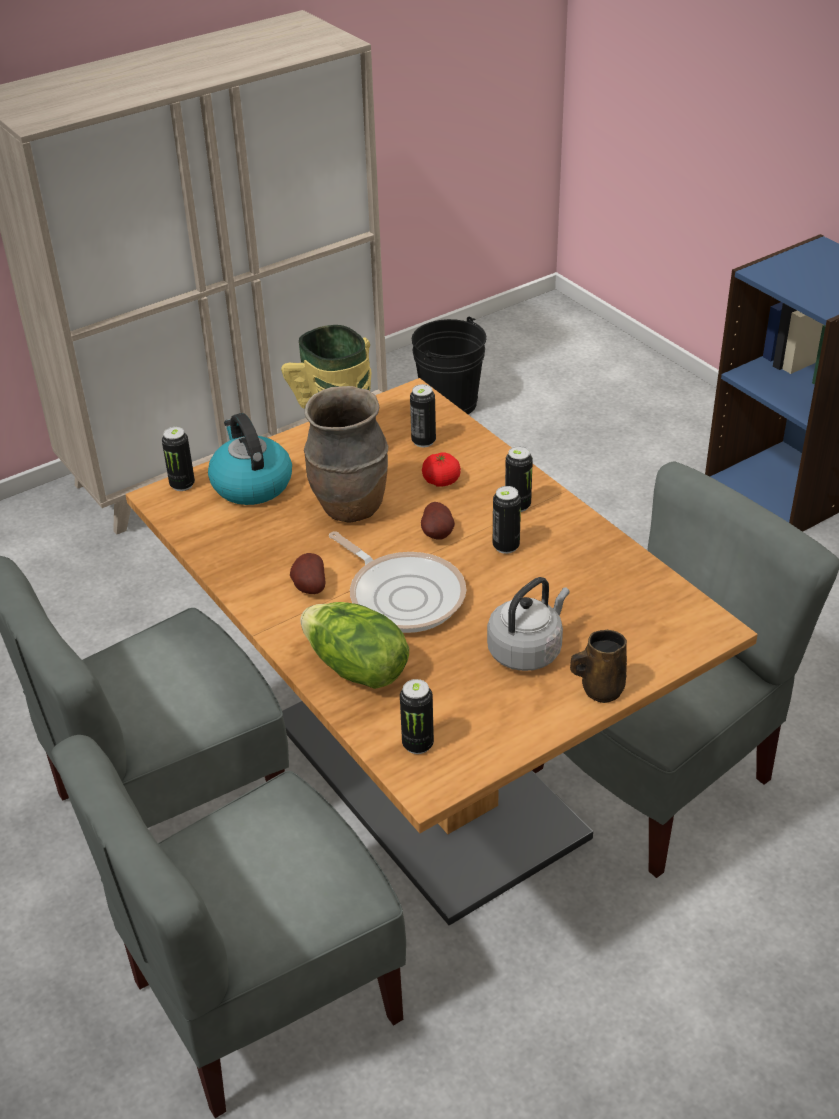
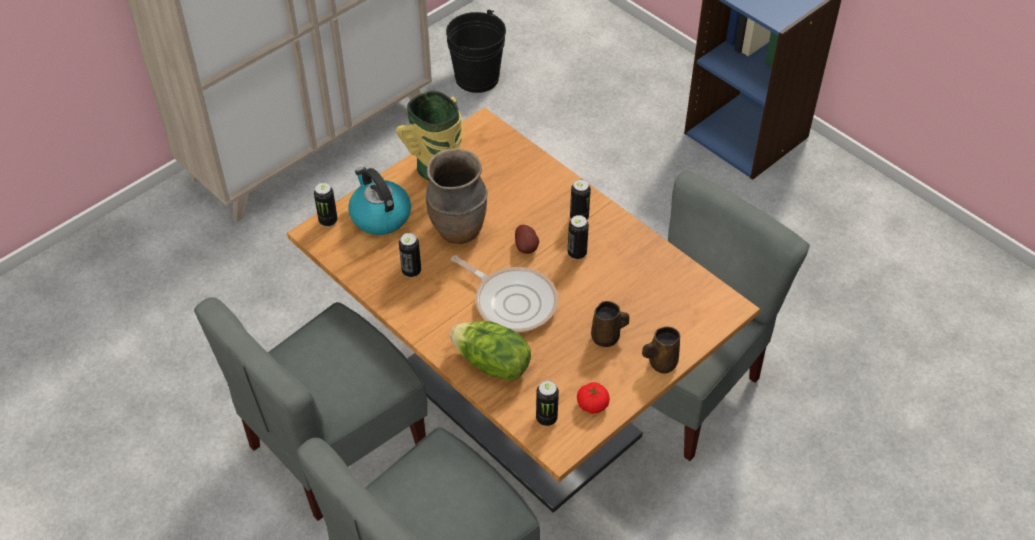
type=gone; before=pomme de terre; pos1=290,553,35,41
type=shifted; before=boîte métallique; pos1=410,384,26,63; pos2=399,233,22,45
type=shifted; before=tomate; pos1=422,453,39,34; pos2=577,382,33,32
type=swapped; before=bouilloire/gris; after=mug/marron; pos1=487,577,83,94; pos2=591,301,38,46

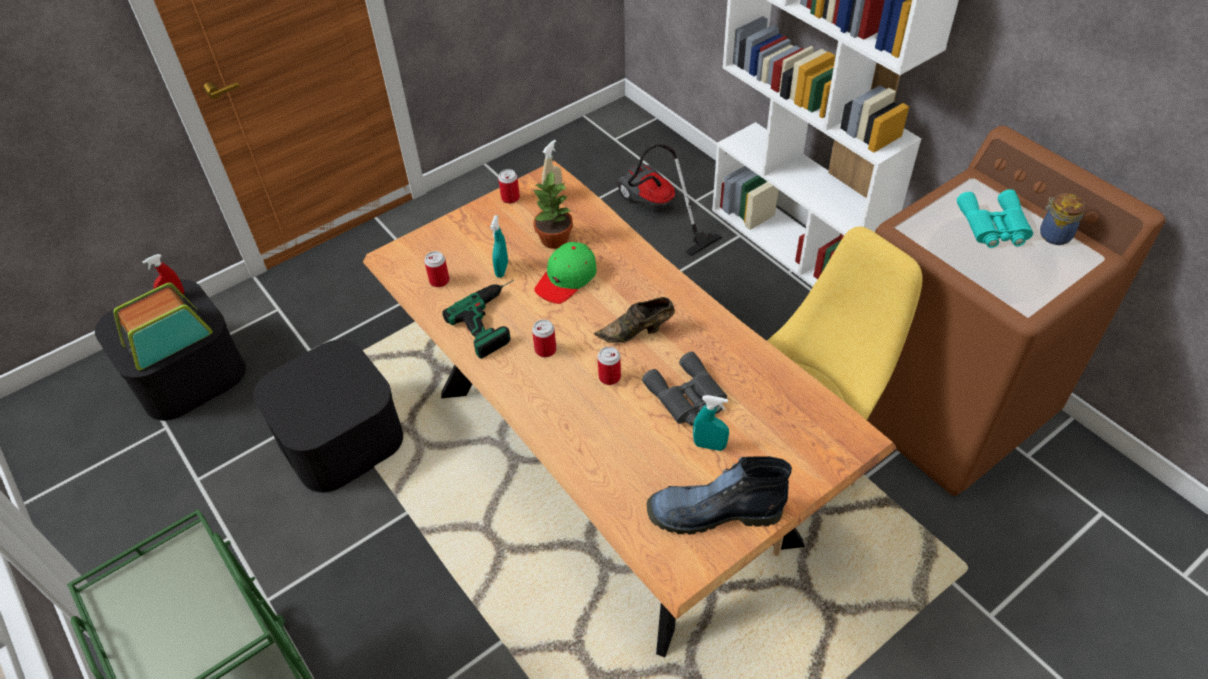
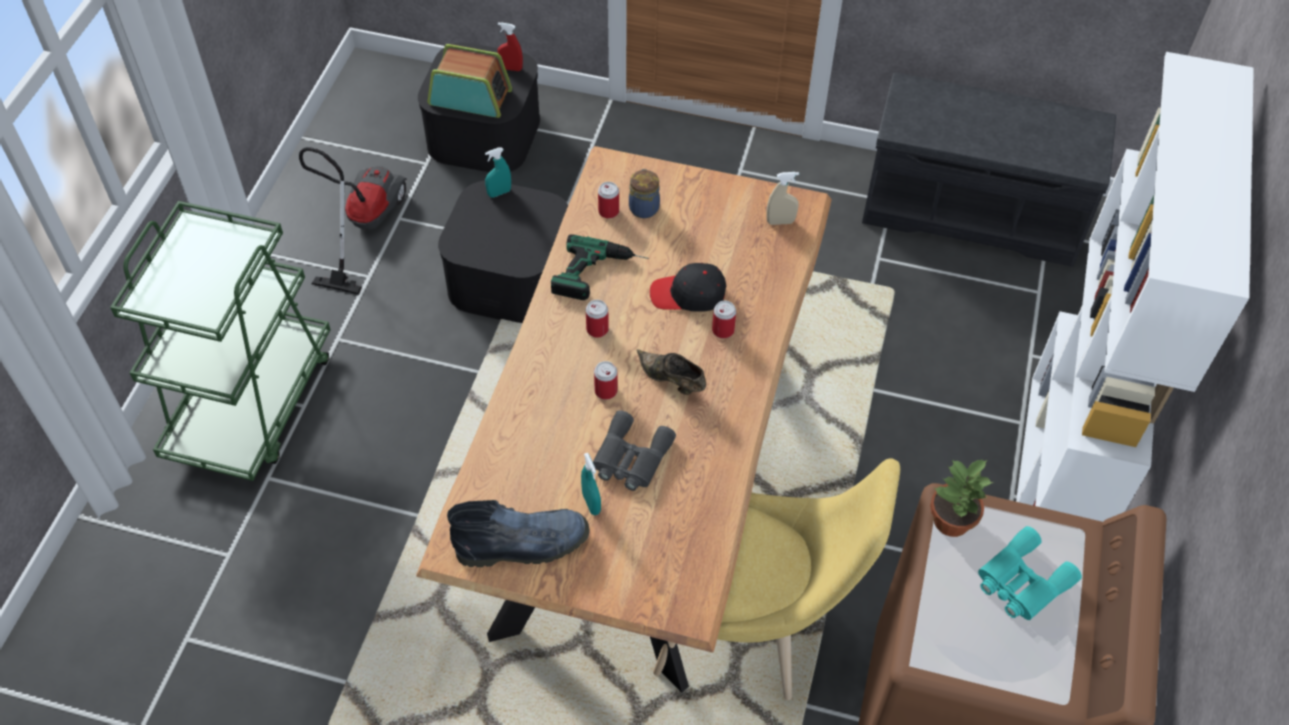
type=shifted; before=vaporisateur/turquoise; pos1=490,215,18,63; pos2=485,147,26,50
type=shifted; before=boîte métallique; pos1=498,169,22,35; pos2=712,301,24,37
type=shifted; before=plante en pot; pos1=532,171,41,78; pos2=930,460,64,77
type=repainted; before=casquette/vert; after=casquette/noir; pos1=534,242,63,62; pos2=650,263,76,49
type=shifted; before=aspirateur; pos1=616,143,106,114; pos2=299,147,108,148
type=rotated; before=botte; pos1=647,456,145,79; pos2=447,500,143,67; turn=120
type=shifted; before=bocal; pos1=1040,193,46,52; pos2=629,169,31,49
type=new; after=banc/gris; pos2=862,72,254,195

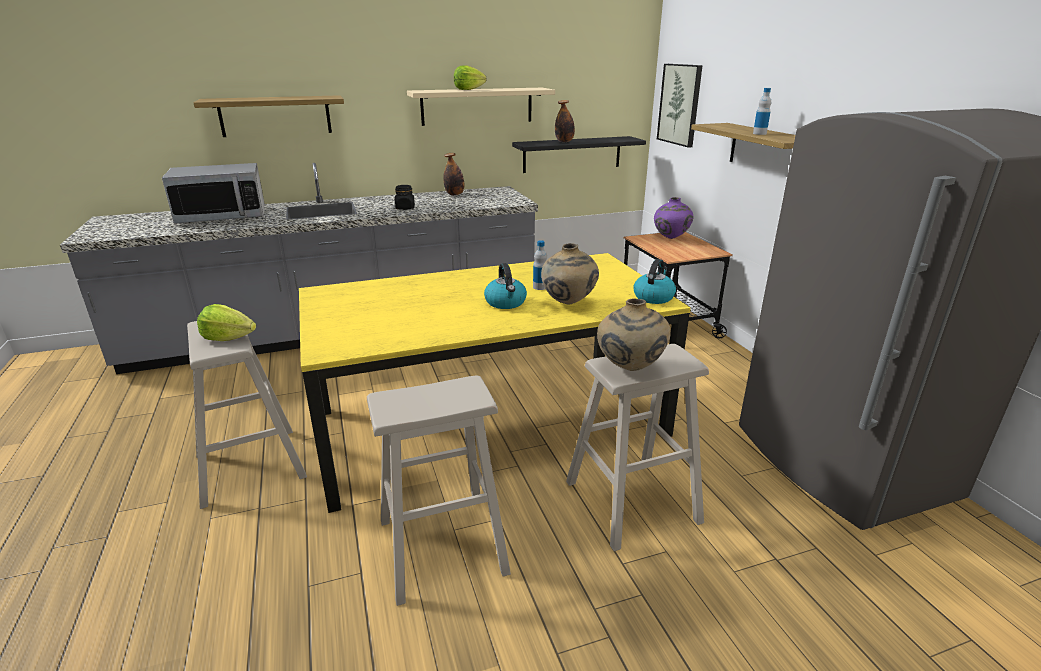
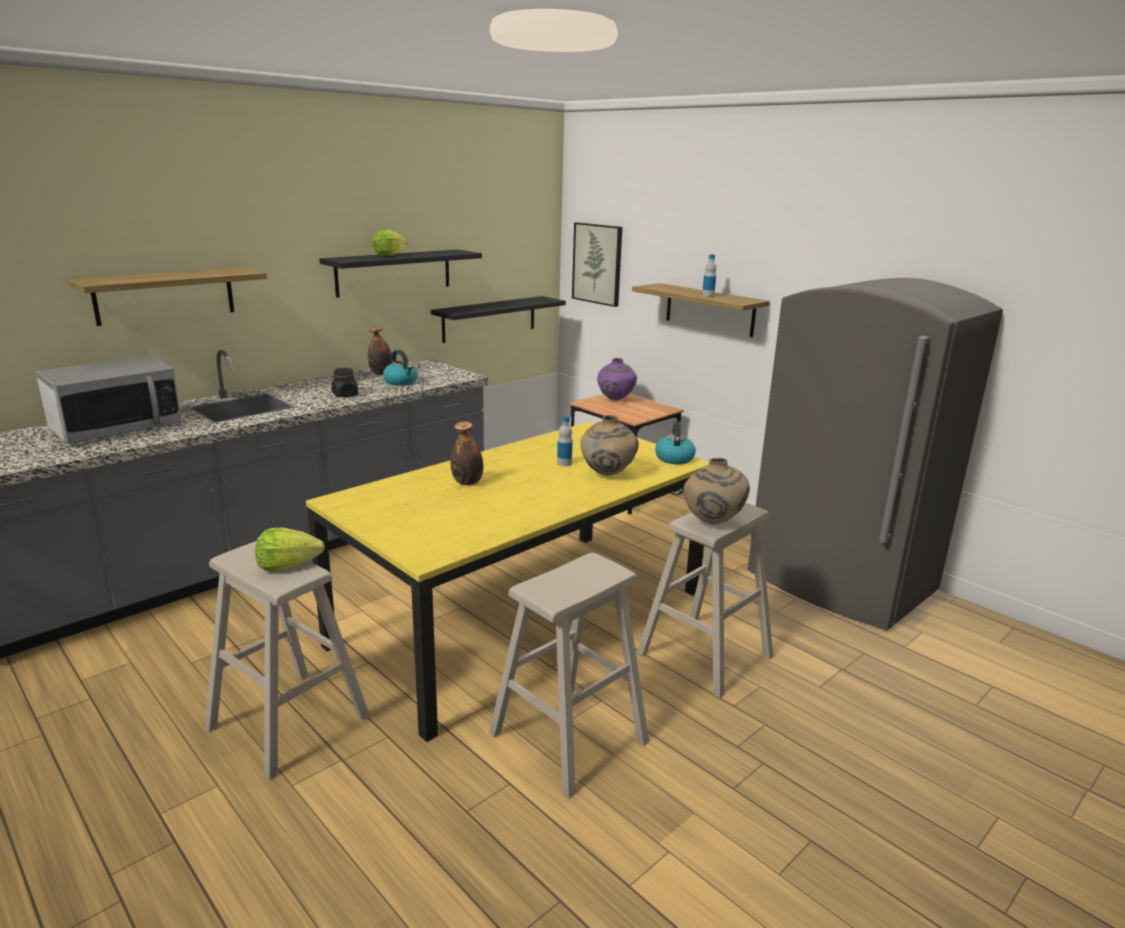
type=repainted; before=étagère/beige; after=étagère/noir; pos1=407,88,148,38; pos2=319,249,163,49
type=shifted; before=bouilloire; pos1=484,263,43,46; pos2=383,350,35,36
type=shifted; before=bouteille; pos1=555,100,20,42; pos2=451,421,32,64

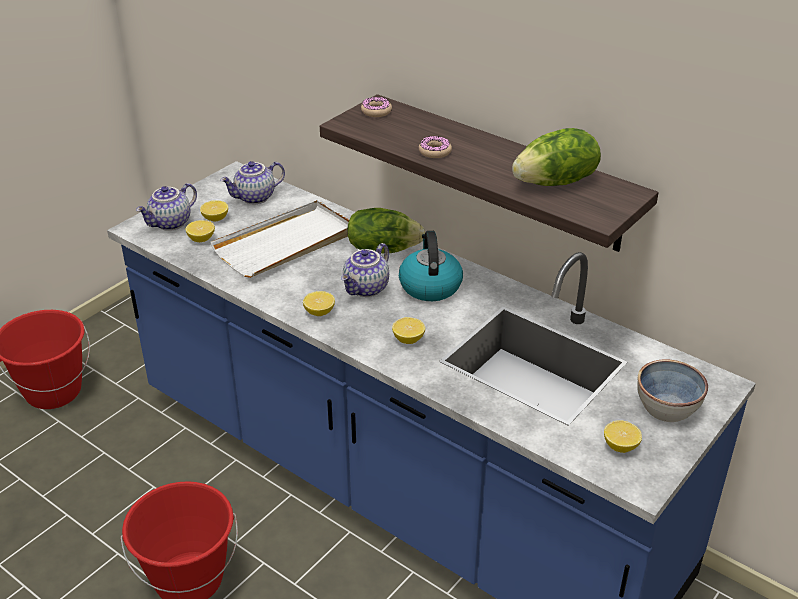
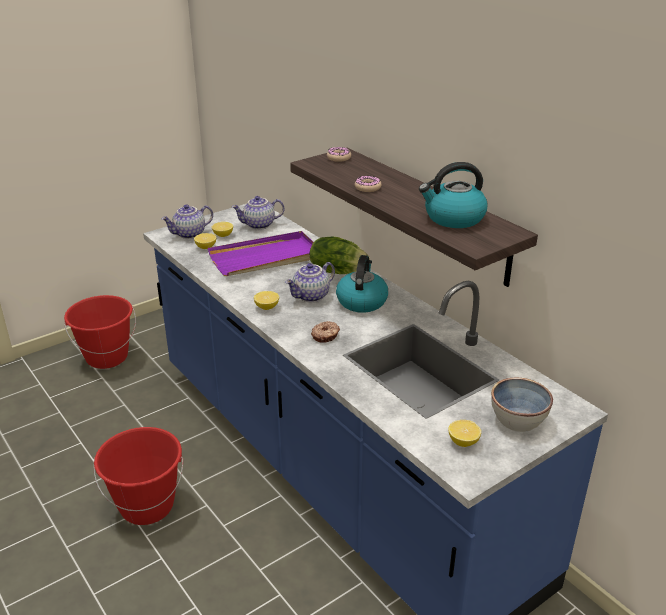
type=repainted; before=plateau/blanc; after=plateau/violet; pos1=210,200,139,78; pos2=208,231,105,45
type=swapped; before=citron; after=beignet; pos1=392,317,33,27; pos2=311,321,29,21
type=swapped; before=laitue; after=bouilloire; pos1=512,128,89,58; pos2=419,162,69,66

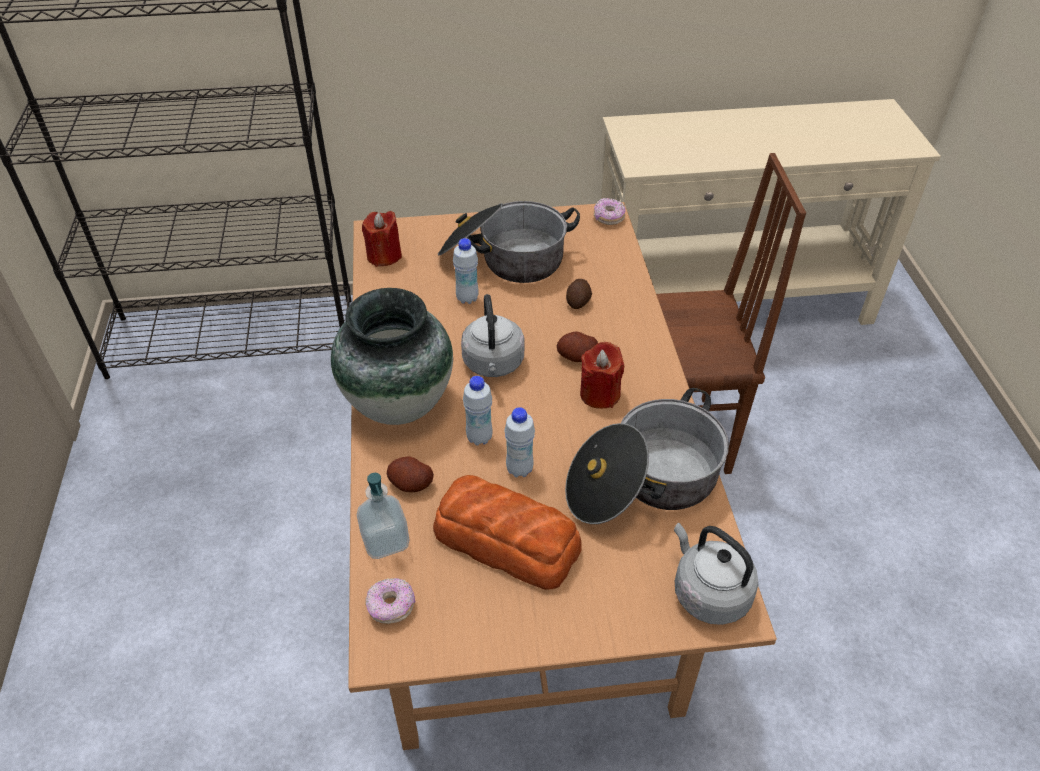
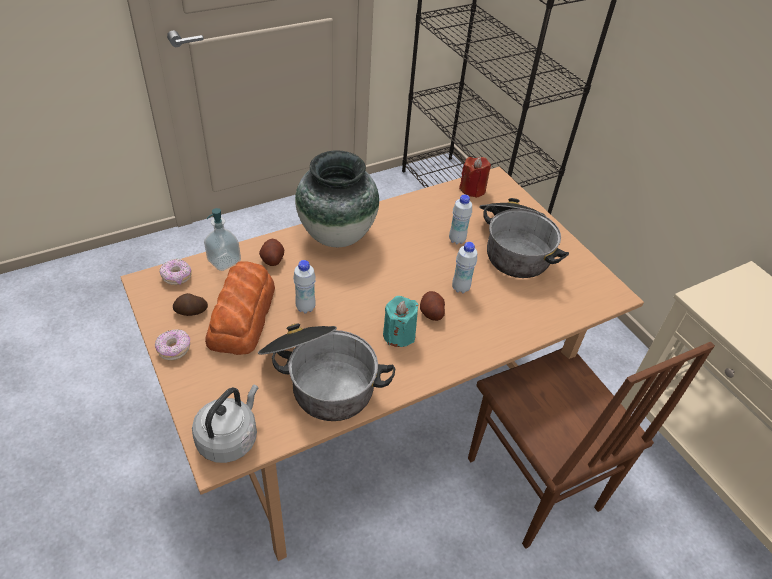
type=gone; before=bouilloire/gris; pos1=461,294,63,83
type=shifted; before=bouteille/blanc; pos1=463,376,29,70; pos2=452,242,25,51
type=shifted; before=pomme de terre; pos1=566,279,26,30; pos2=173,293,35,23
type=repainted; before=bougie/rouge; after=bougie/turquoise; pos1=580,342,44,67; pos2=383,296,35,51
type=shifted; before=beignet; pos1=594,198,32,27; pos2=155,329,35,32

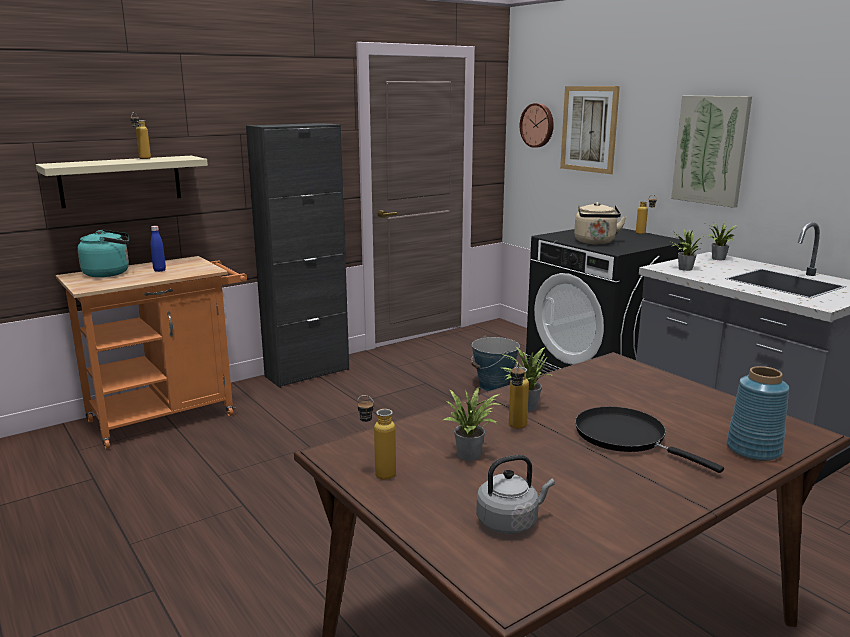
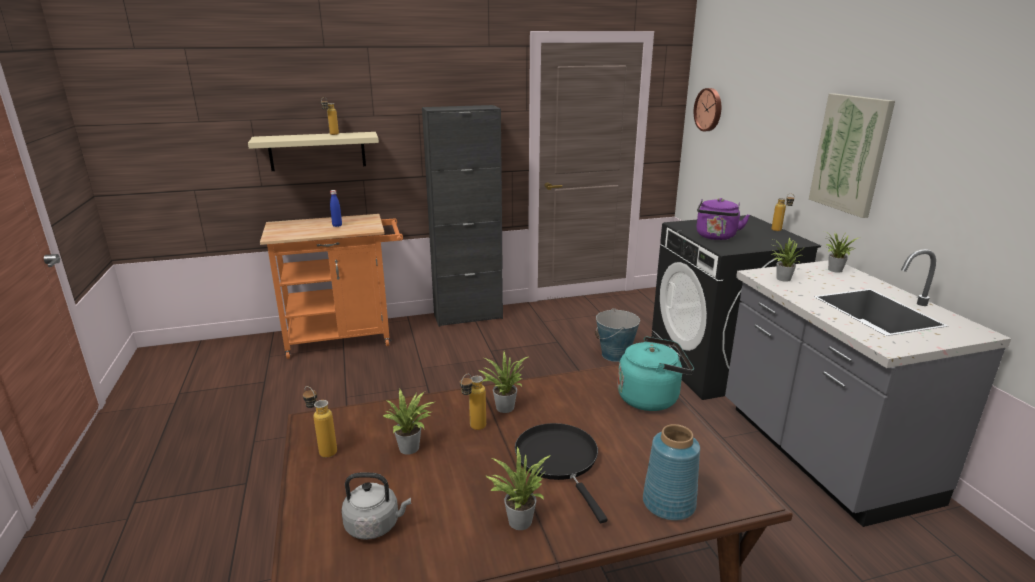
type=shifted; before=bouilloire/turquoise; pos1=77,230,52,47; pos2=617,337,77,74
type=gone; before=tableau; pos1=560,86,60,88
type=repainted; before=bouilloire/beige; after=bouilloire/violet; pos1=574,202,52,42; pos2=696,198,54,42
type=new; after=plante en pot; pos2=485,447,66,83

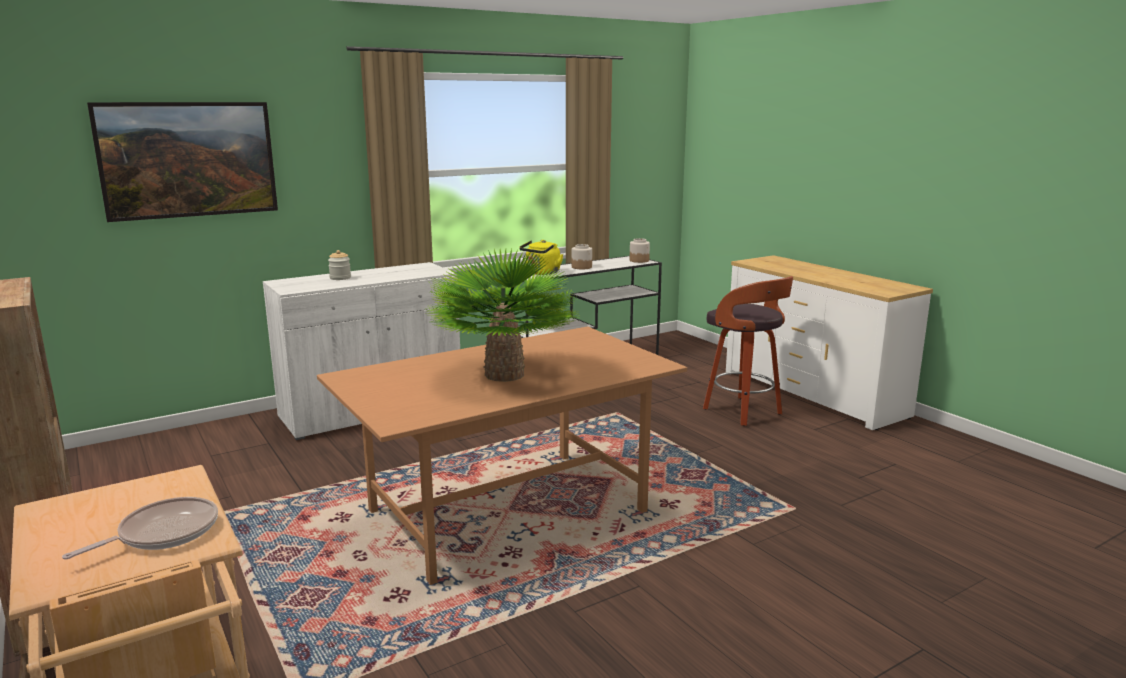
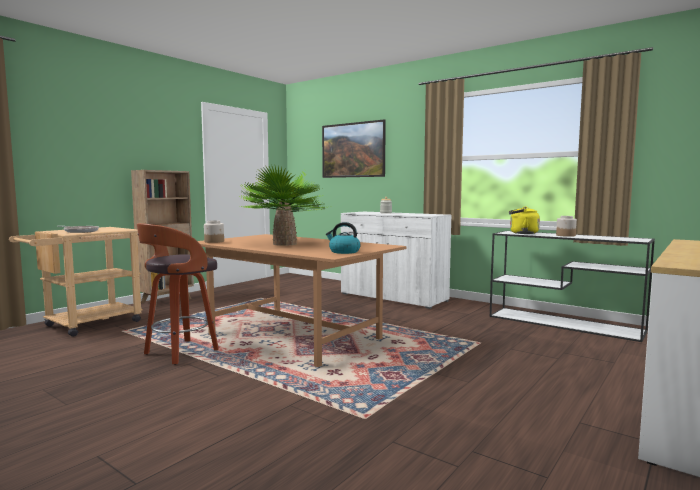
type=shifted; before=bocal; pos1=630,238,20,25; pos2=204,221,20,22
type=shifted; before=tabouret; pos1=703,276,90,150; pos2=137,223,82,142
type=new; after=bouilloire; pos2=326,222,35,32

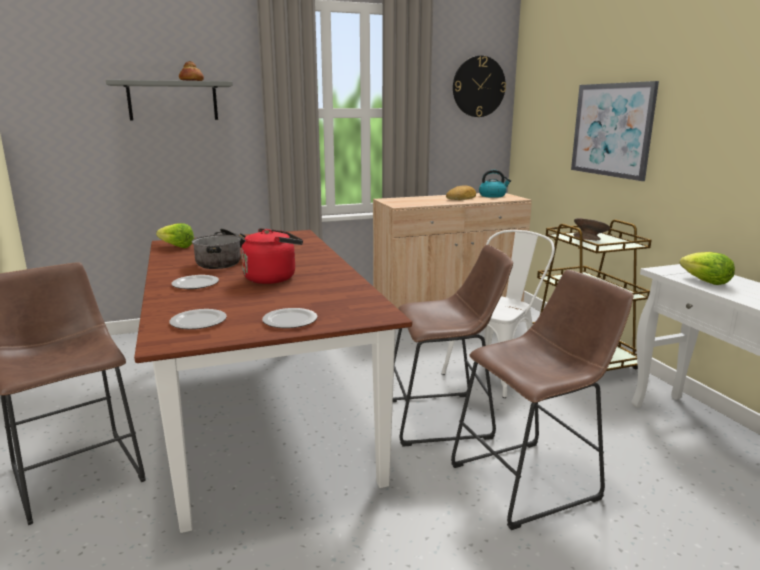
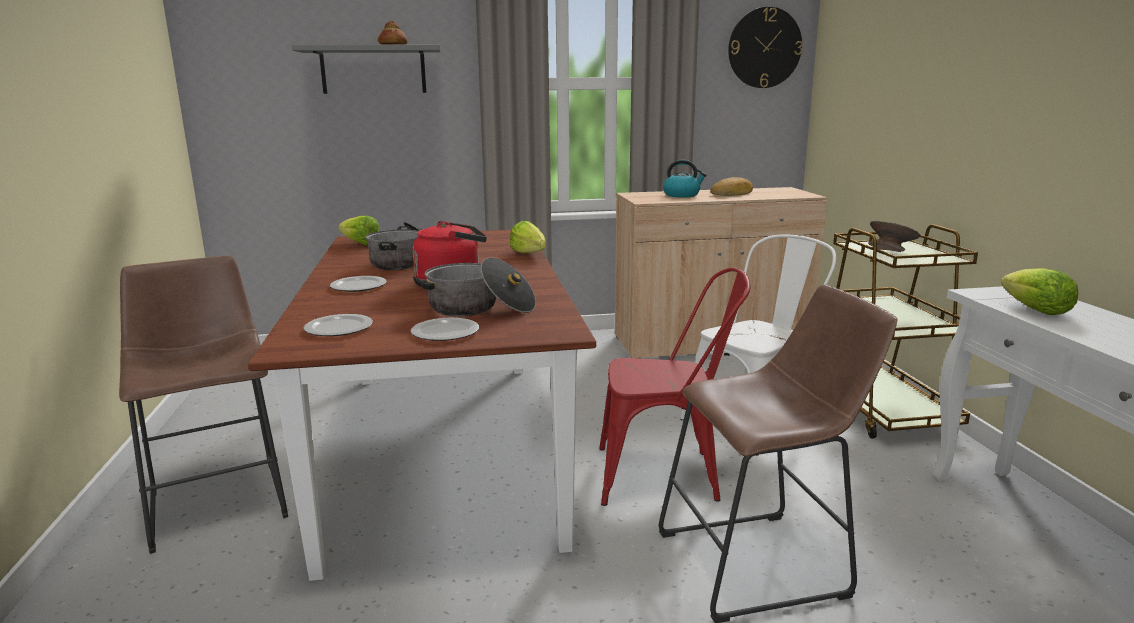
type=swapped; before=tabouret/marron; after=chaise/rouge; pos1=393,245,120,202; pos2=599,267,151,239
type=shifted; before=bouilloire; pos1=479,170,32,28; pos2=663,160,44,37
type=gone; before=tableau; pos1=571,81,88,100
type=new; after=marmite; pos2=413,257,123,59
type=new; after=laitue; pos2=510,221,36,33

